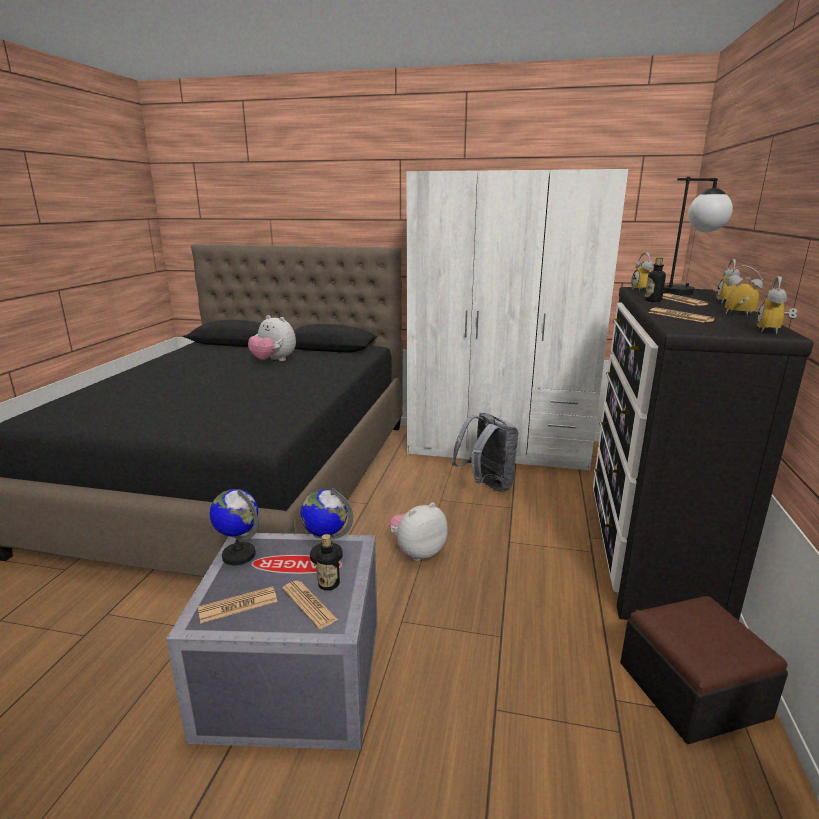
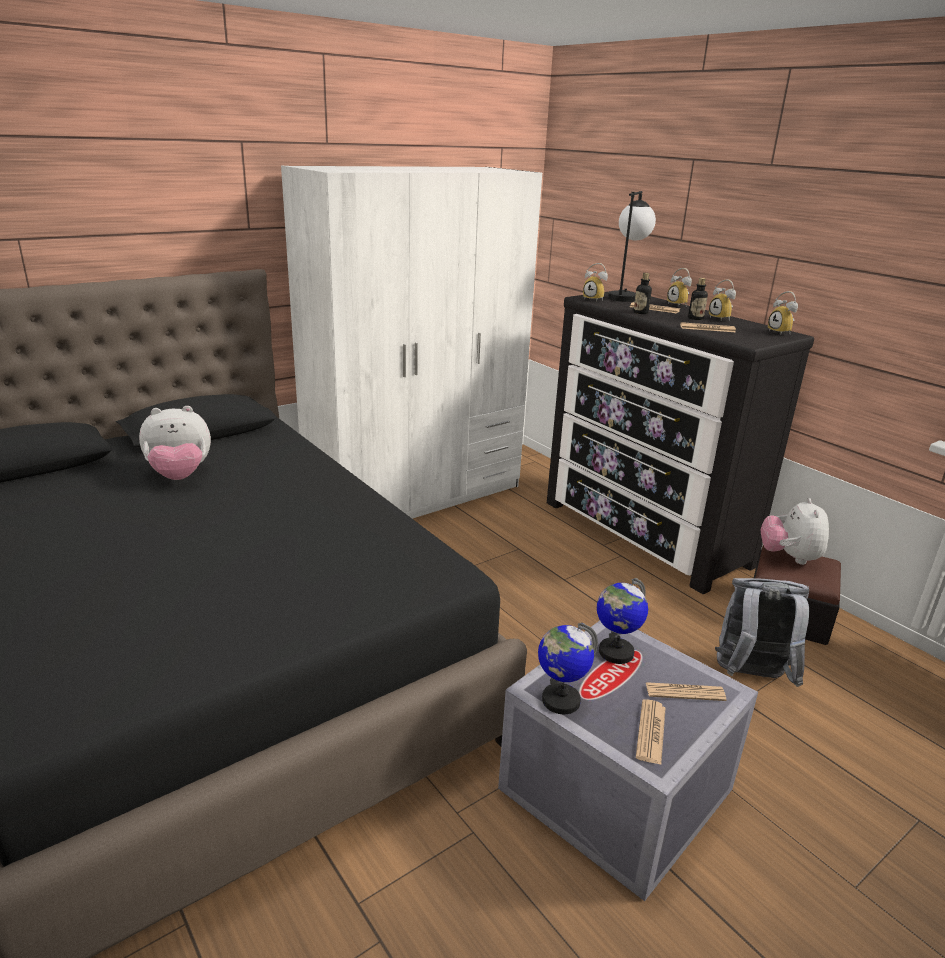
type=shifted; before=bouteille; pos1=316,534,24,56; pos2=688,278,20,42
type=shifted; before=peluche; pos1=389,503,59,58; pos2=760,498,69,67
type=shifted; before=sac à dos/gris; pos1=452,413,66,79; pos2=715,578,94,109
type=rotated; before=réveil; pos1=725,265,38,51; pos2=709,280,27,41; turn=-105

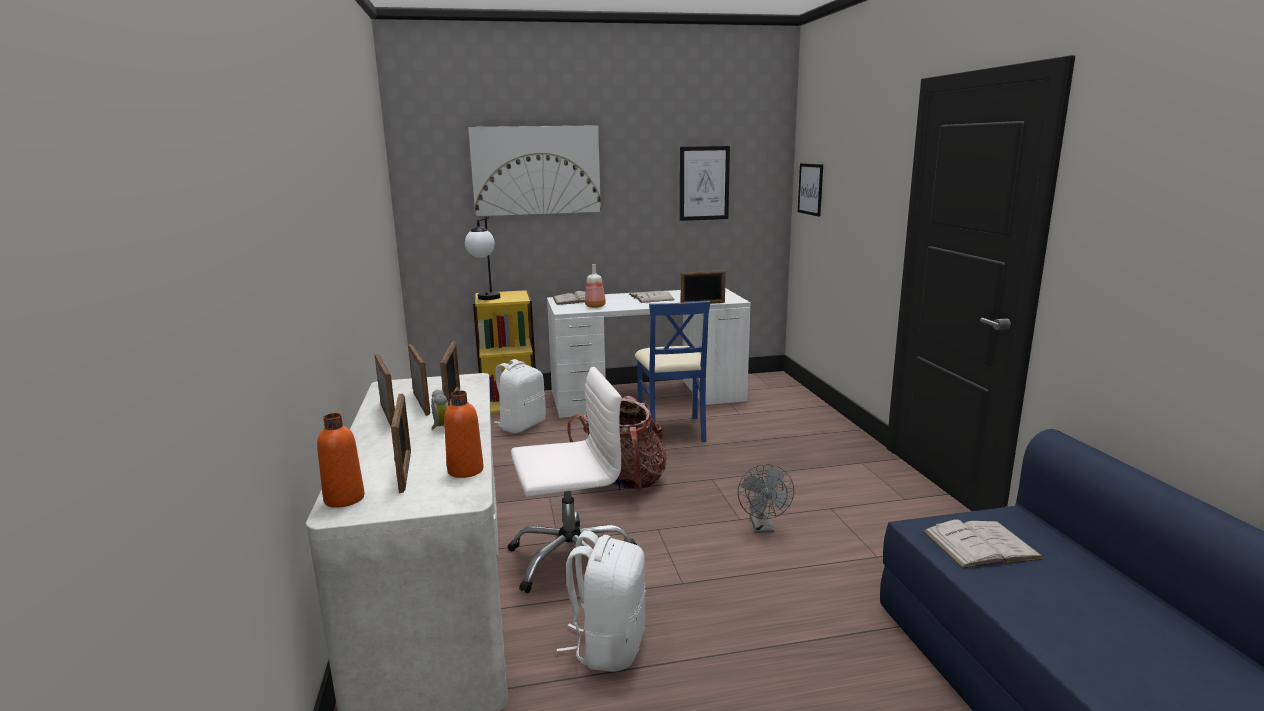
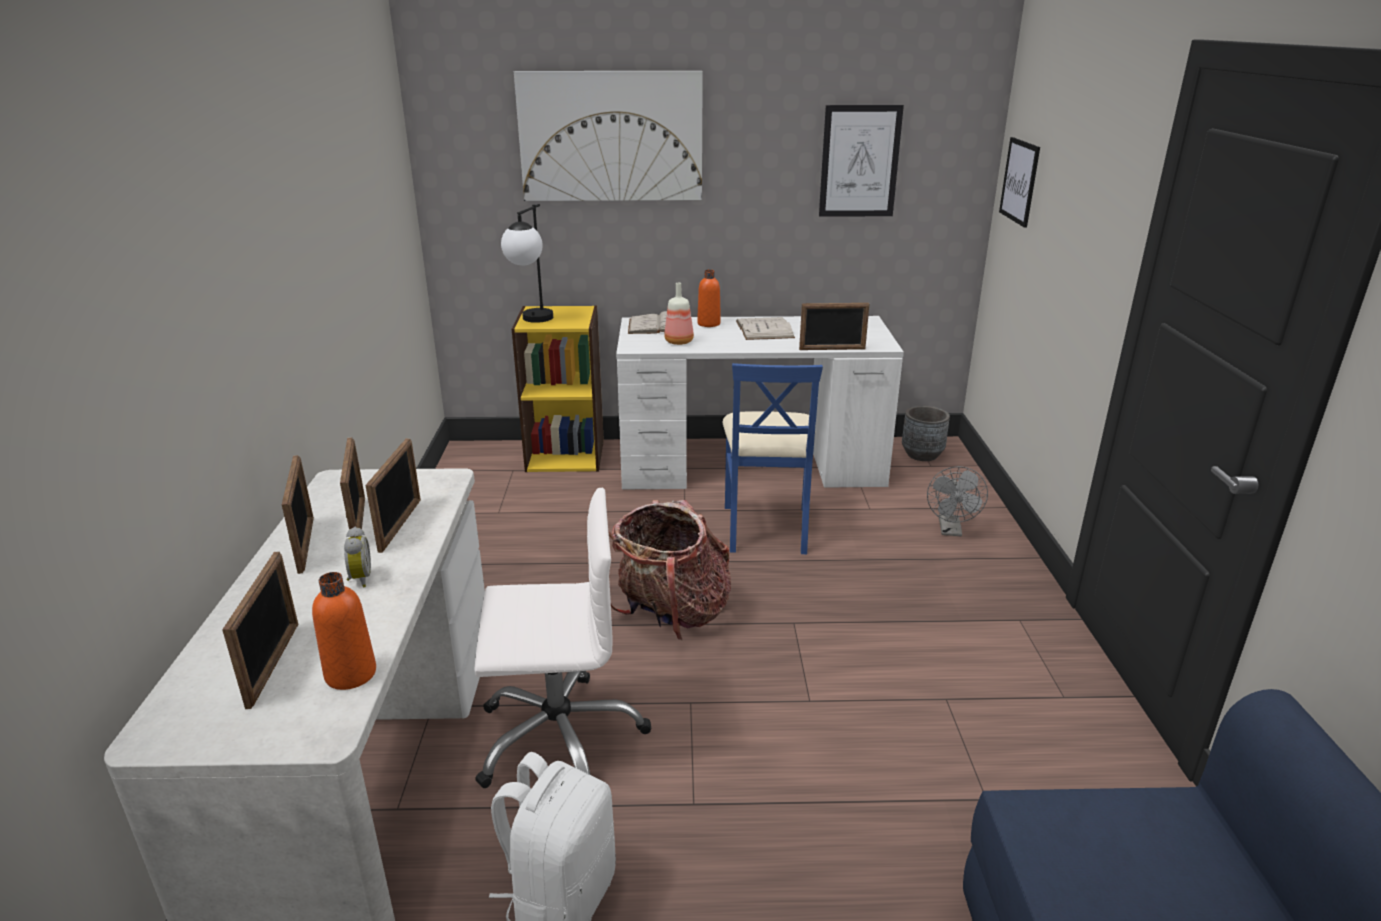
type=shifted; before=bouteille/orange; pos1=317,413,48,95; pos2=697,270,24,57
type=gone; before=sac à dos/blanc; pos1=494,359,52,74
type=shifted; before=ventilateur/gris; pos1=738,464,56,69; pos2=927,466,61,70
type=gone; before=livre/blanc; pos1=923,519,121,49
type=new; after=cache-pot/gris; pos2=902,406,48,55

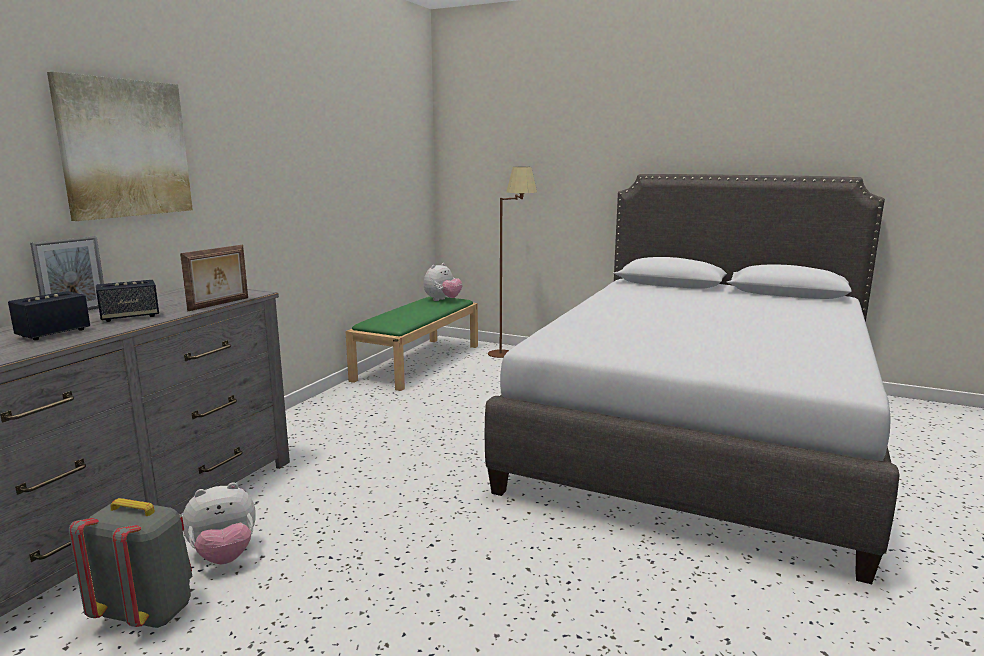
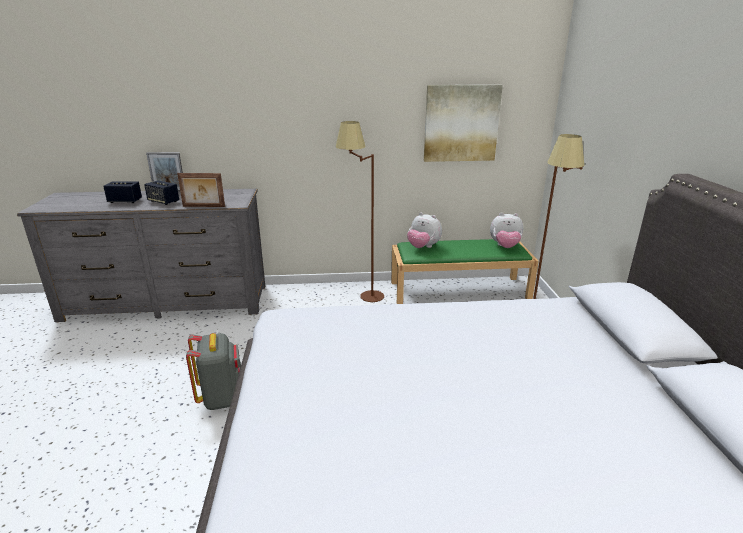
type=shifted; before=tableau; pos1=47,72,146,149; pos2=424,85,79,77
type=shifted; before=sac à dos/gris; pos1=69,498,124,130; pos2=186,333,55,77
type=shifted; before=peluche; pos1=182,482,74,82; pos2=407,212,35,36
type=new; after=lampadaire/marron; pos2=336,121,48,181

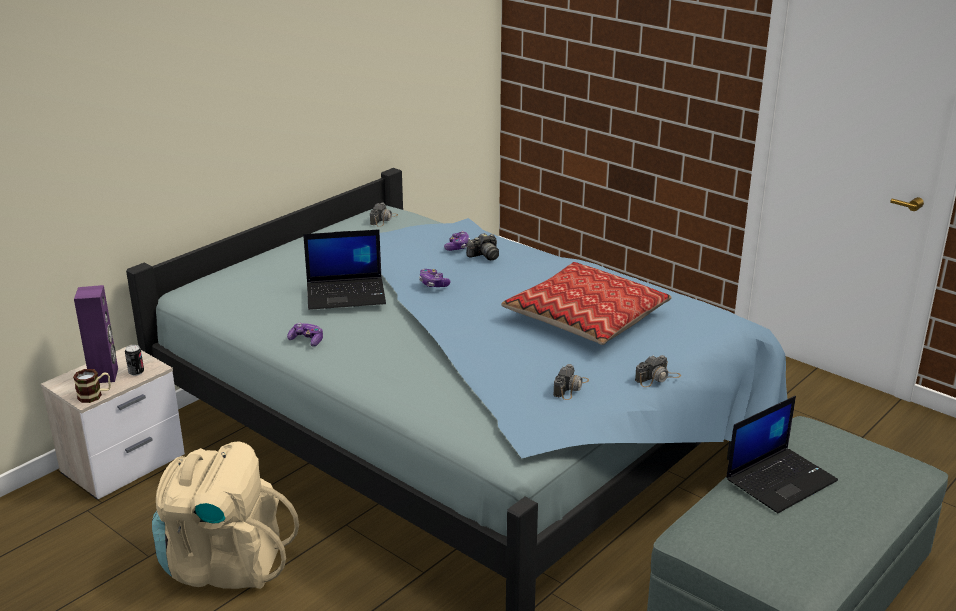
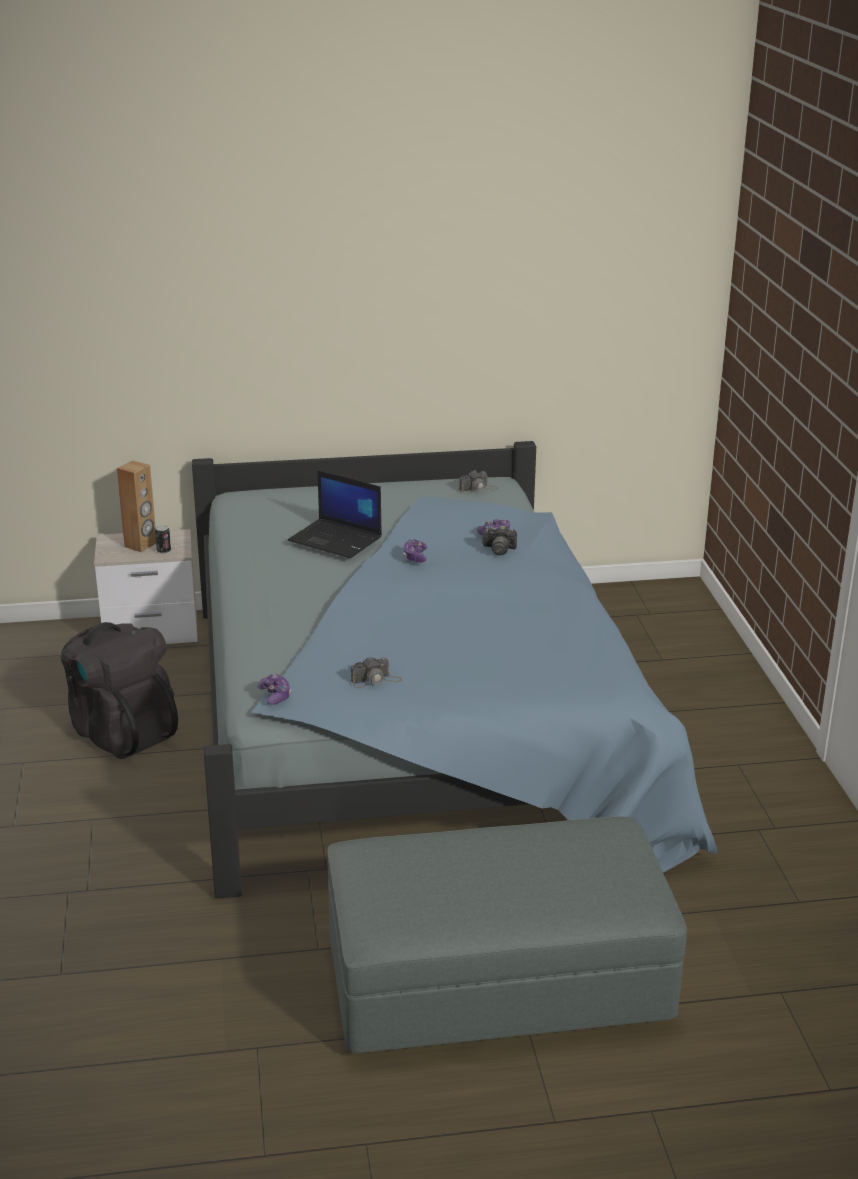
type=gone; before=mug; pos1=73,369,38,34
type=repainted; before=enceinte/violet; after=enceinte/marron; pos1=74,285,44,98; pos2=117,460,39,92
type=repainted; before=sac à dos/beige; after=sac à dos/noir; pos1=152,441,147,148; pos2=61,622,117,137
type=shifted; before=manette; pos1=287,322,36,25; pos2=257,673,34,32
type=gone; before=coussin; pos1=501,262,171,83
type=gone; before=appareil photo; pos1=635,355,46,32
type=gone; before=ordinateur portable; pos1=726,396,112,117

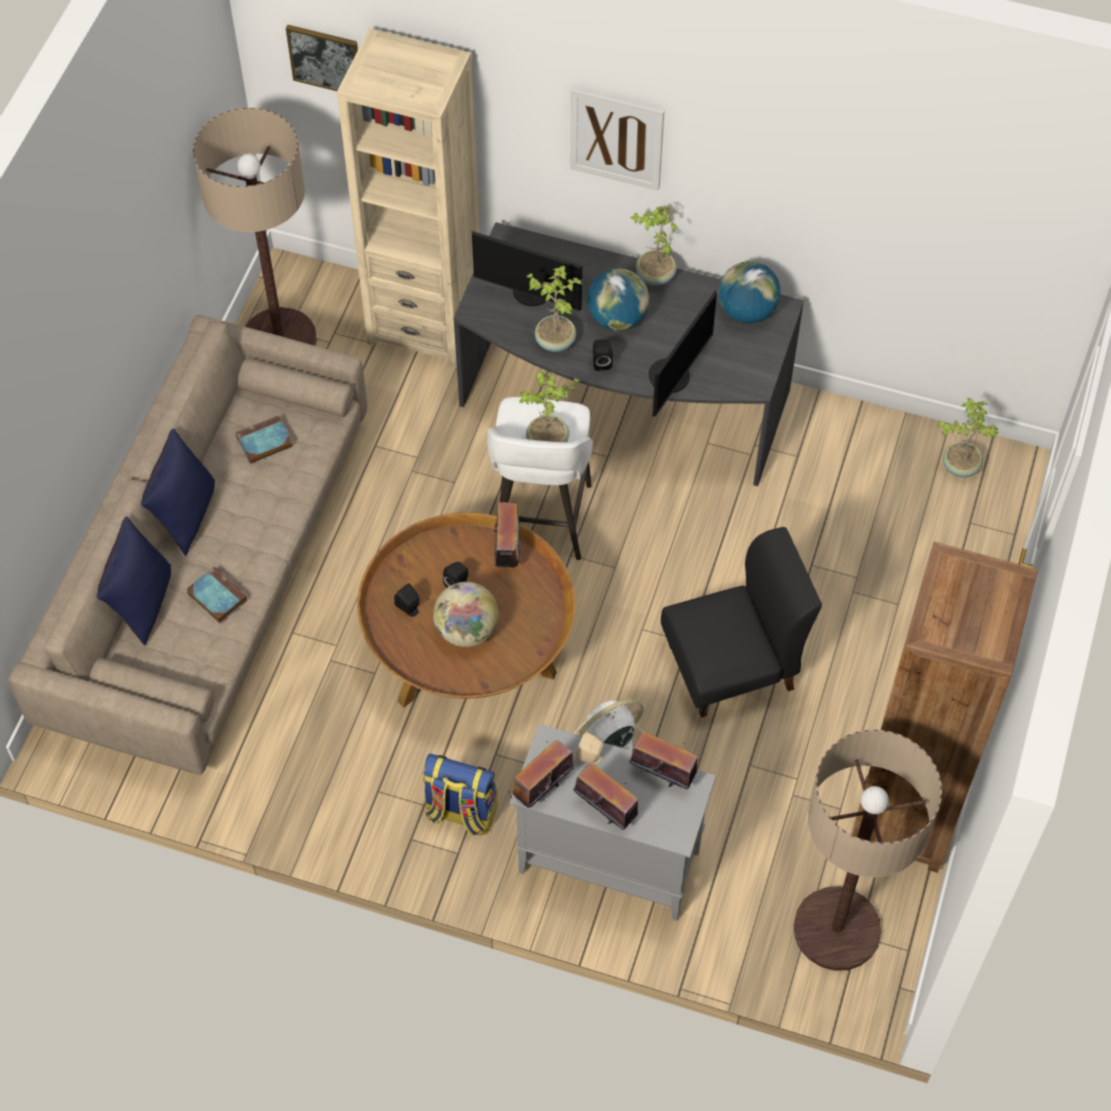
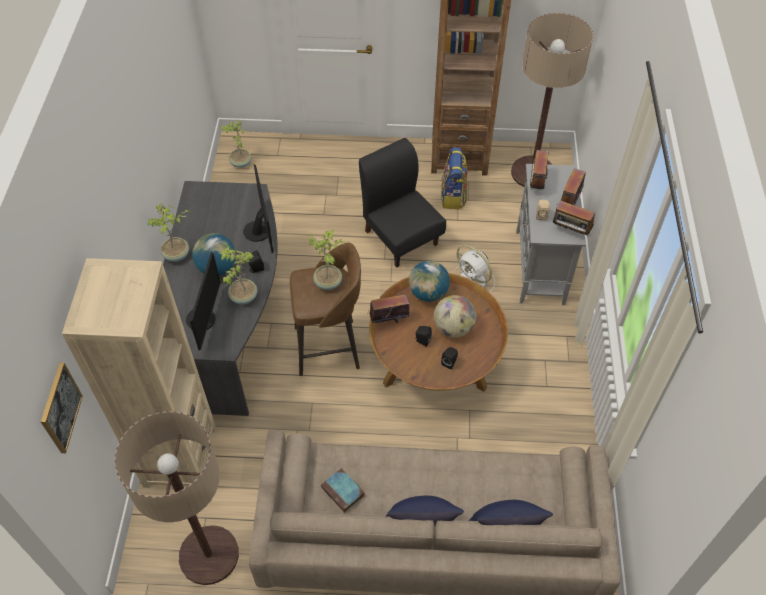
type=gone; before=livre; pos1=187,567,60,56
type=shifted; before=sac à dos; pos1=423,754,75,82; pos2=441,147,26,62
type=repainted; before=tabouret/blanc; after=tabouret/marron; pos1=487,397,106,163; pos2=290,243,71,133
type=gone; before=tableau; pos1=570,88,94,103
type=rotated; before=écran d'ordinateur; pos1=648,290,69,127; pos2=243,164,31,89; turn=60
type=shifted; before=globe; pos1=719,261,62,63; pos2=409,261,41,41

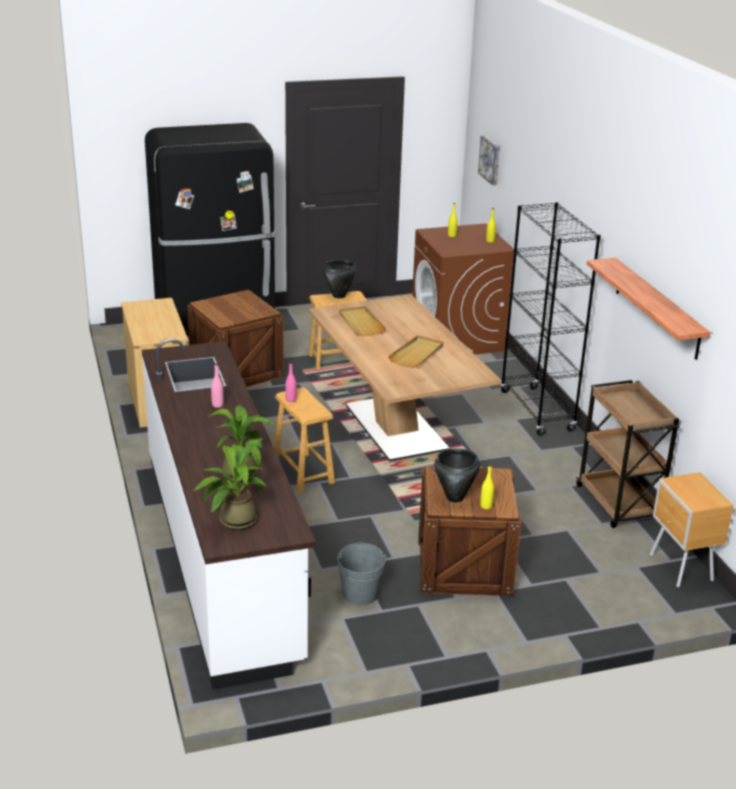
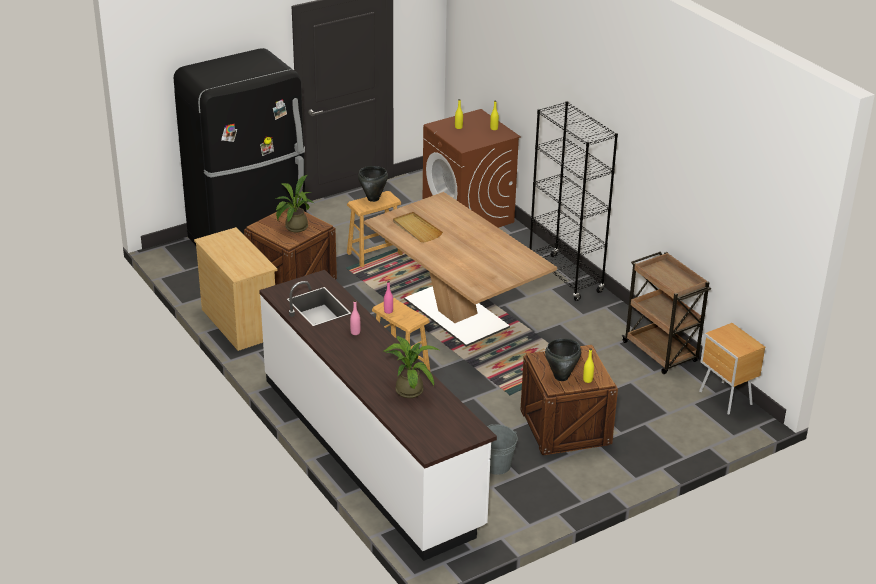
type=shifted; before=plante en pot; pos1=192,438,75,92; pos2=276,175,38,58
type=gone; before=plateau/beige; pos1=388,336,55,32
type=gone; before=tableau; pos1=478,135,22,50
type=gone; before=étagère; pos1=587,257,124,103

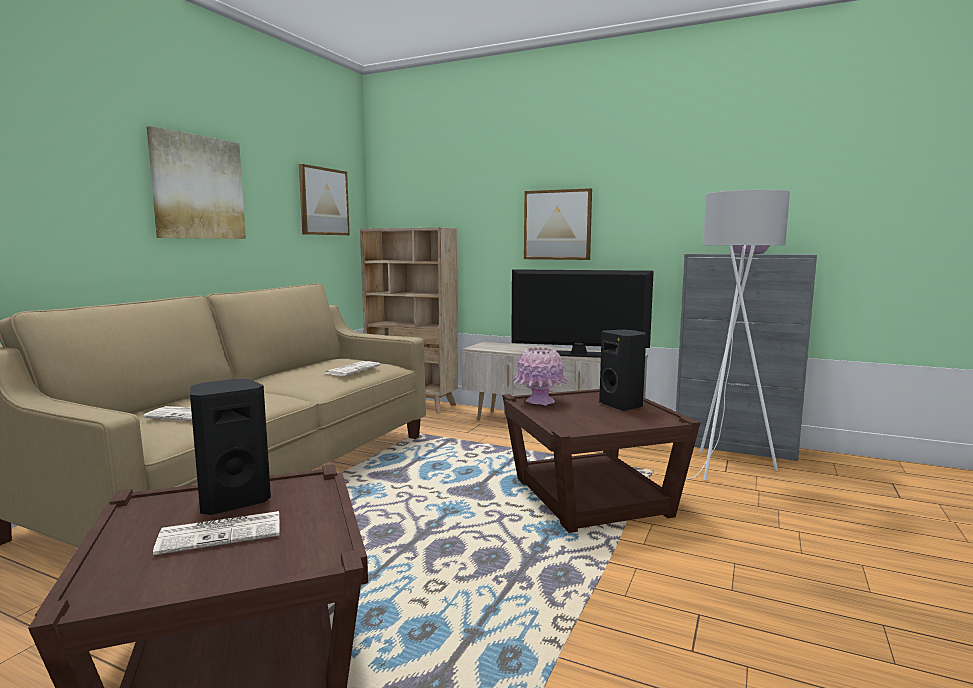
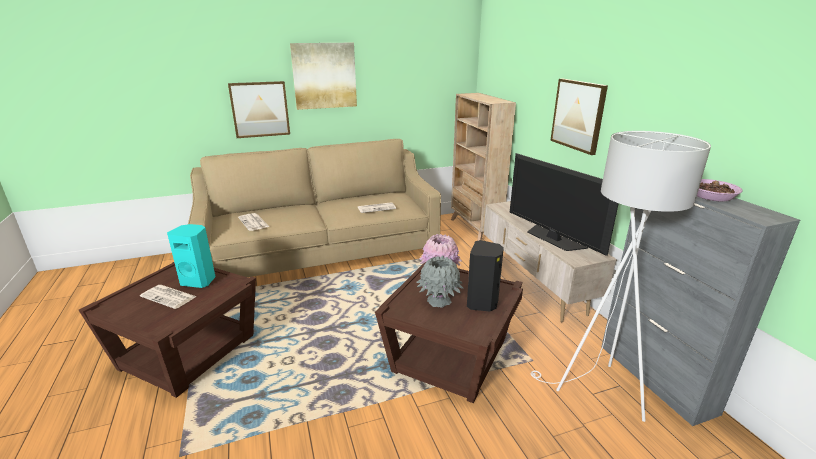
type=repainted; before=enceinte/noir; after=enceinte/turquoise; pos1=190,379,81,136; pos2=167,224,49,64
type=shifted; before=tableau; pos1=299,164,51,71; pos2=228,81,62,57
type=new; after=vase/gris; pos2=417,256,47,52

